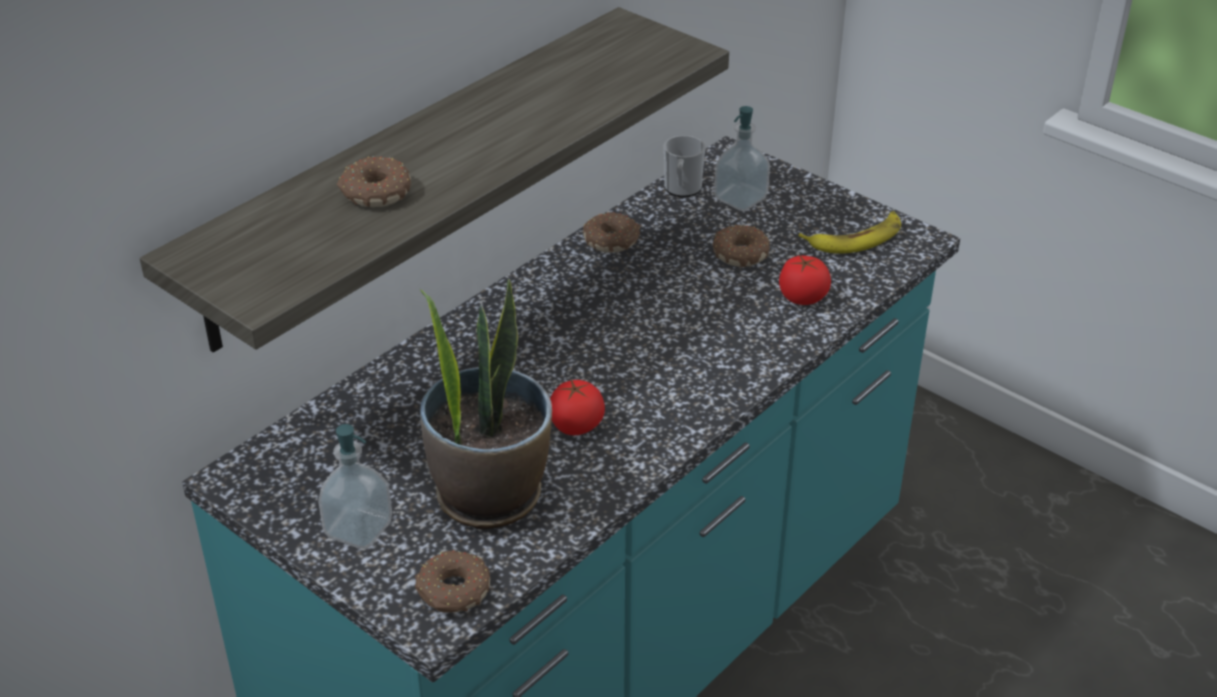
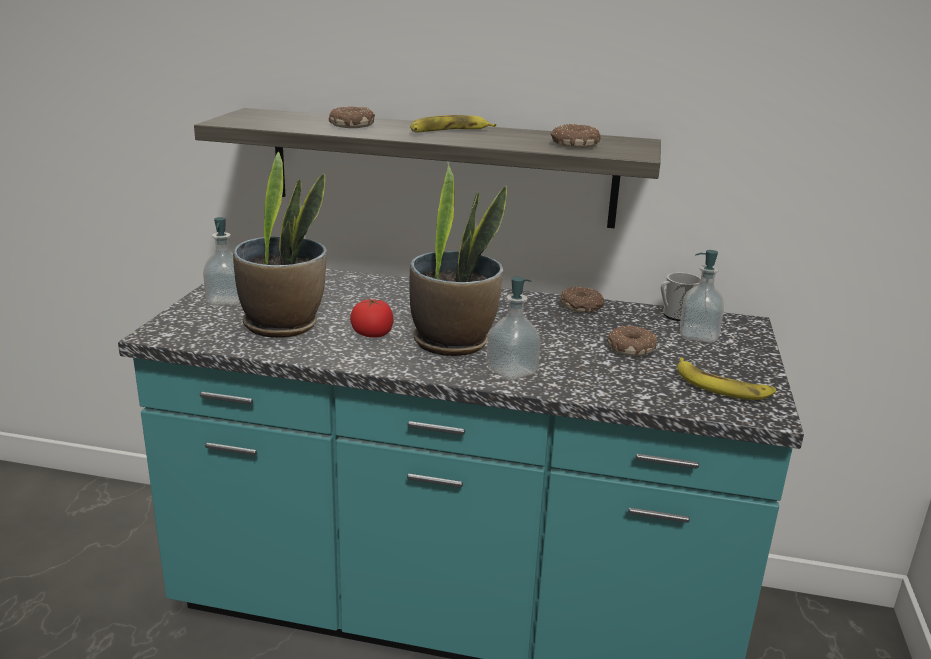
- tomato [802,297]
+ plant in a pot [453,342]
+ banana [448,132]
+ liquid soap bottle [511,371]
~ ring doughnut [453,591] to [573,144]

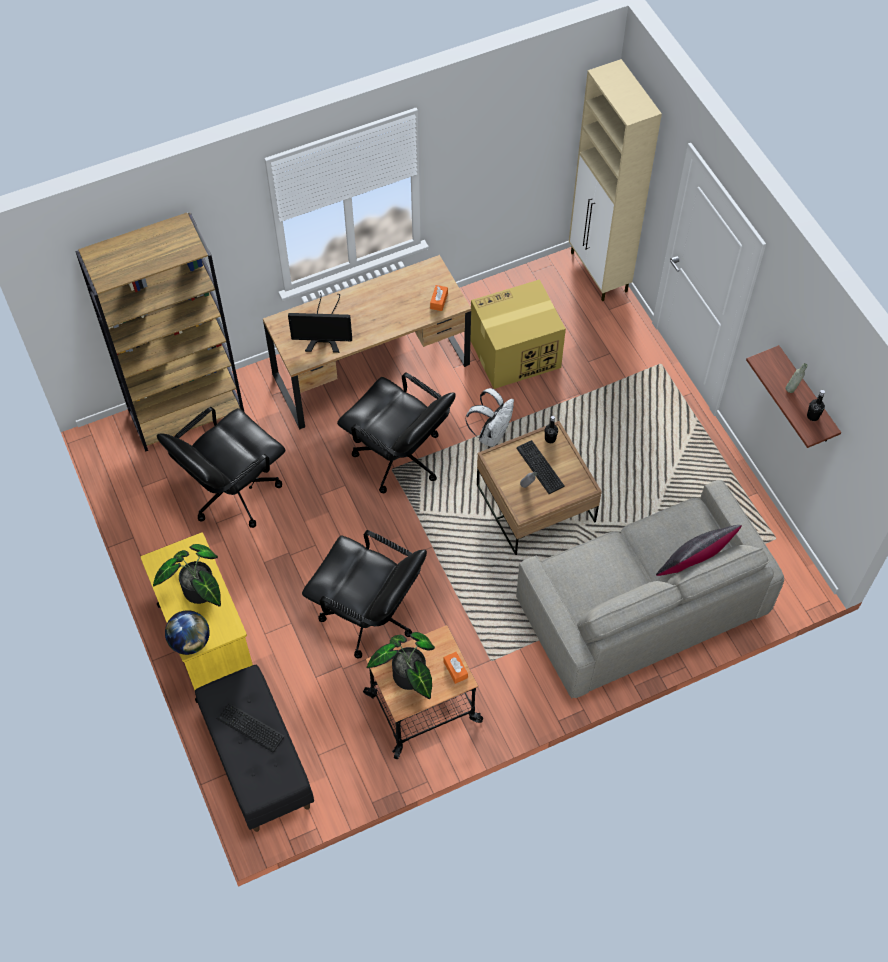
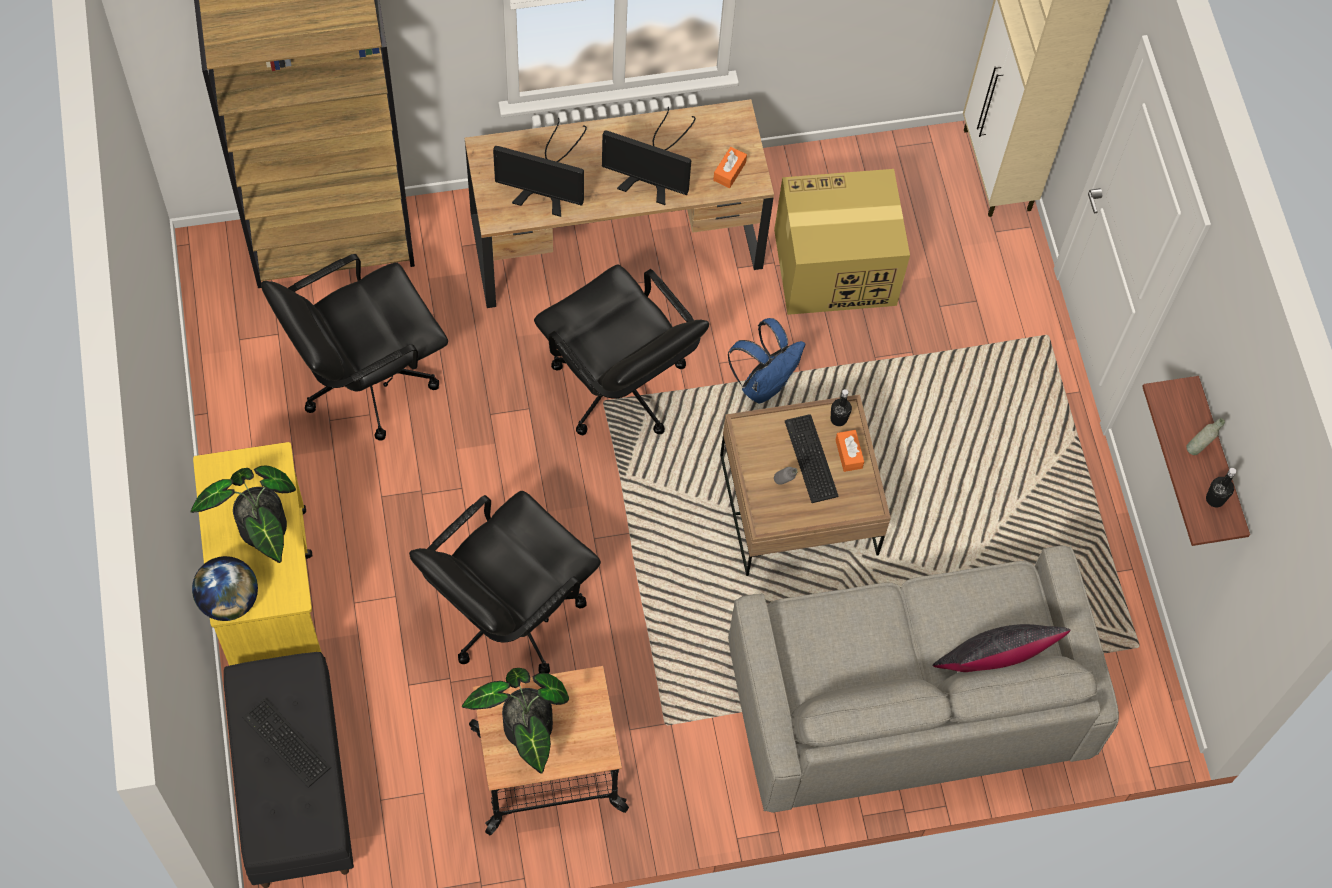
+ computer screen [652,172]
~ box of tissues (orange) [455,670] to [848,454]
~ knapsack (white-coloured) [491,434] to knapsack (bluish) [764,383]
~ computer chair (blackish) [369,616] = [509,614] 90 degrees clockwise

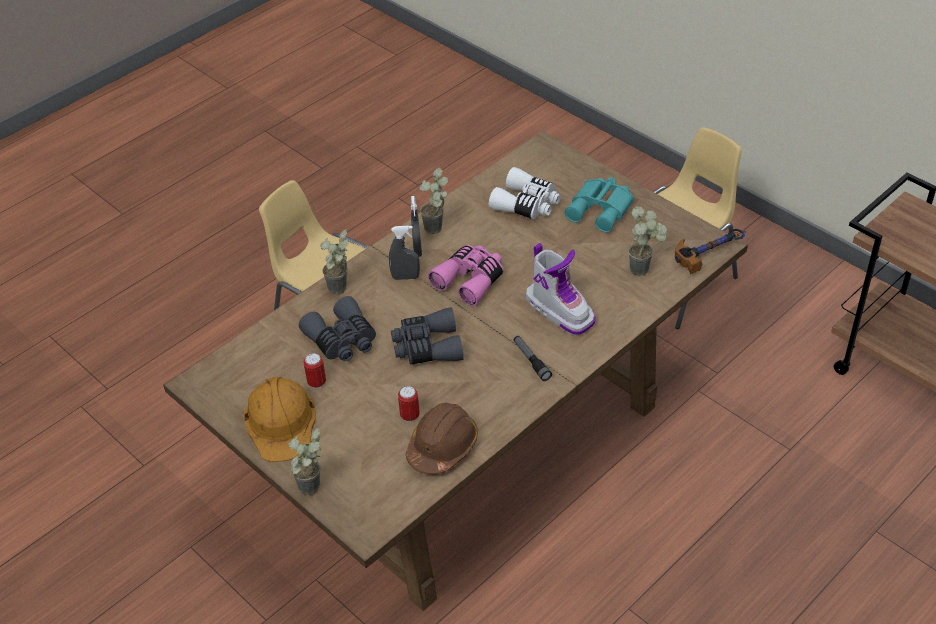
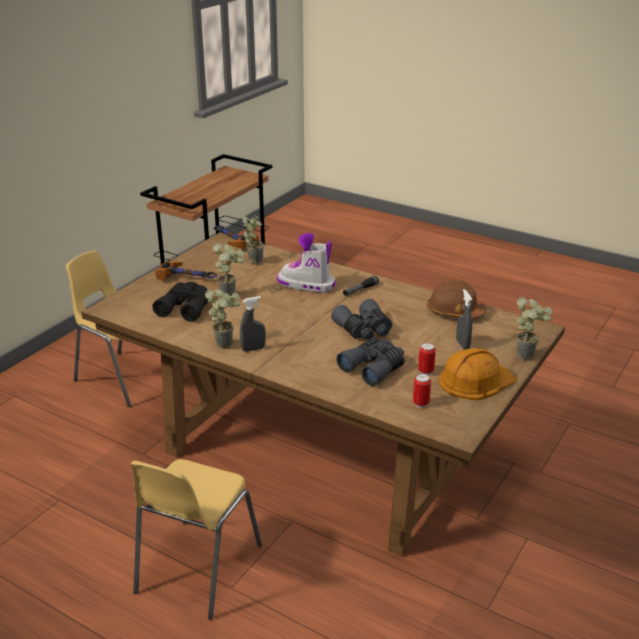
- binoculars (pink-coloured) [470,280]
~ plant in a pot [340,292] to [231,295]
~ sprayer (grey) [405,277] to [462,344]
~ sealed can [410,416] to [420,403]
~ binoculars (turquoise) [601,209] to hammer [189,279]
~ binoculars (white-coloured) [527,204] to binoculars (blackish) [186,308]
~ high-top boot [560,310] = [306,284] 105 degrees counterclockwise

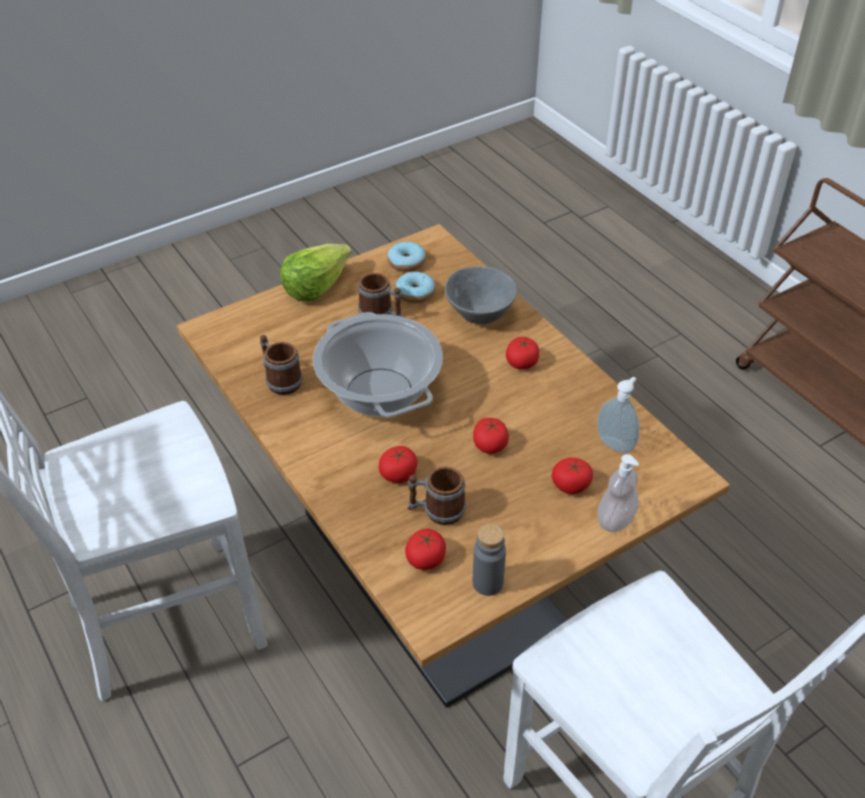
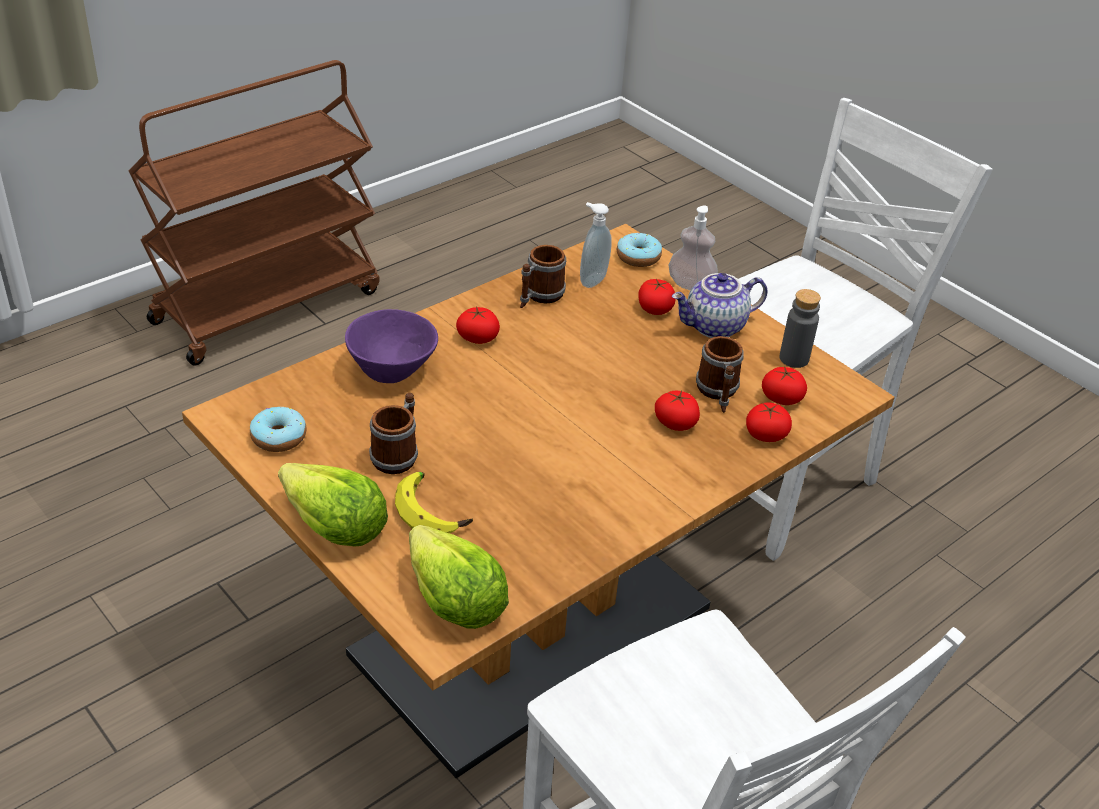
- cooking pot [380,393]
+ banana [433,510]
+ head of lettuce [453,600]
+ teapot [715,327]
~ coffee mug [280,380] to [539,297]
~ ring doughnut [415,293] to [638,257]
~ tomato [490,445] to [765,434]
~ bowl (grey) [478,315] to bowl (purplish) [394,371]

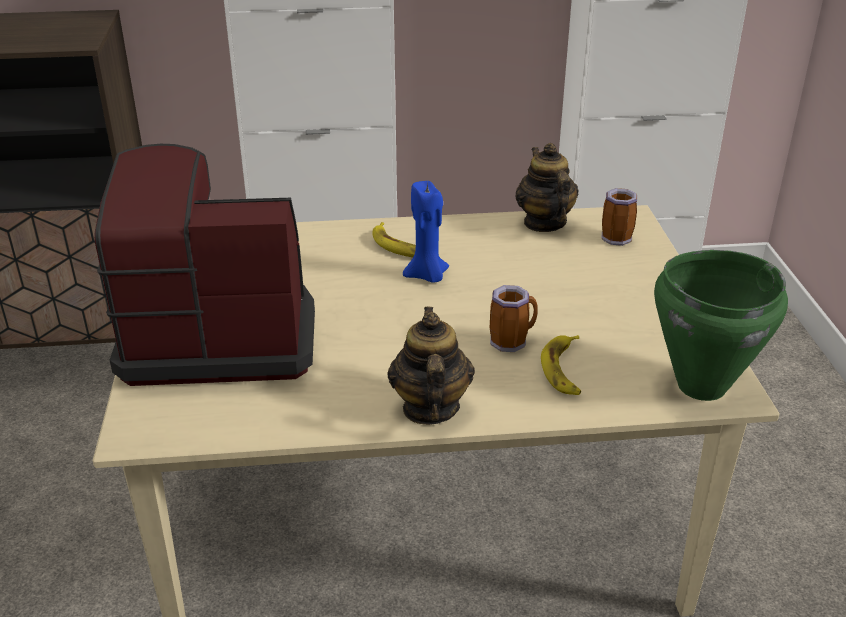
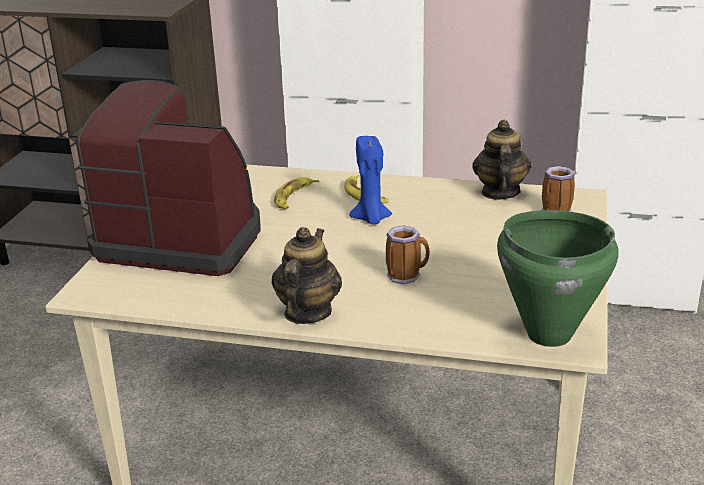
~ banana [564,370] to [294,197]

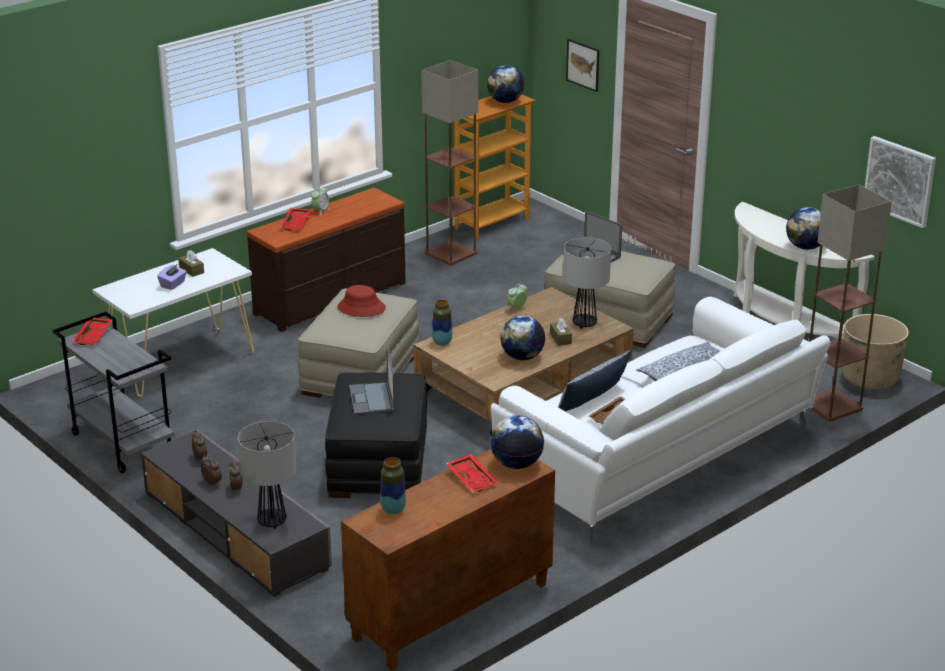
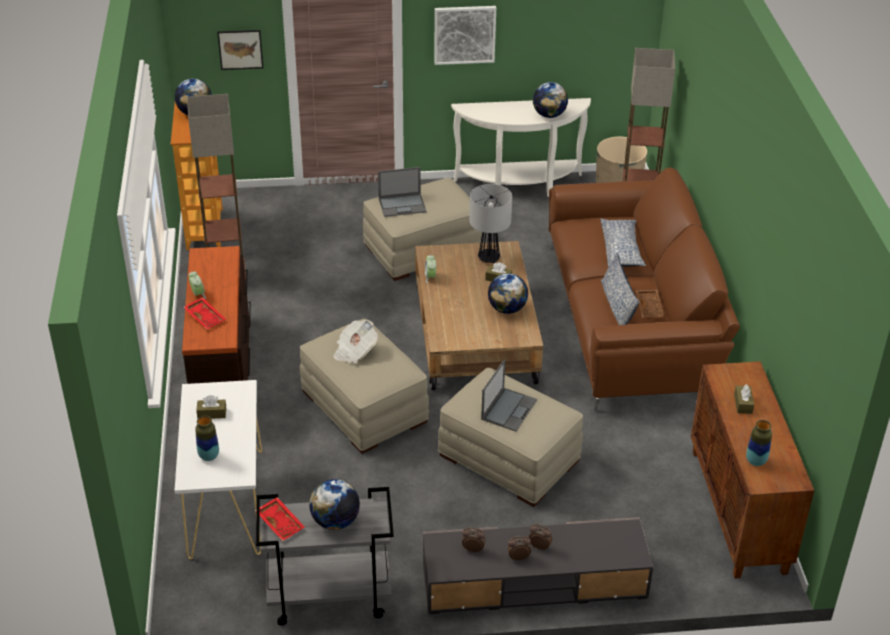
- box of tissues (purplish) [173,284]
- tabletop lamp [272,521]
~ decorative vase [442,342] to [209,456]
~ globe [516,464] to [335,521]
~ wall art [900,181] to [464,34]
~ wearable hat (reddish) [361,308] to daily paper [354,351]
~ serving tray (reddish) [473,479] to box of tissues (brown) [743,404]
~ pouffe (blackish) [379,463] to pouffe (beige-coloured) [509,458]
~ settee (white-coloured) [659,457] to settee (brown) [630,321]
~ portable computer [372,399] = [509,409] 90 degrees counterclockwise

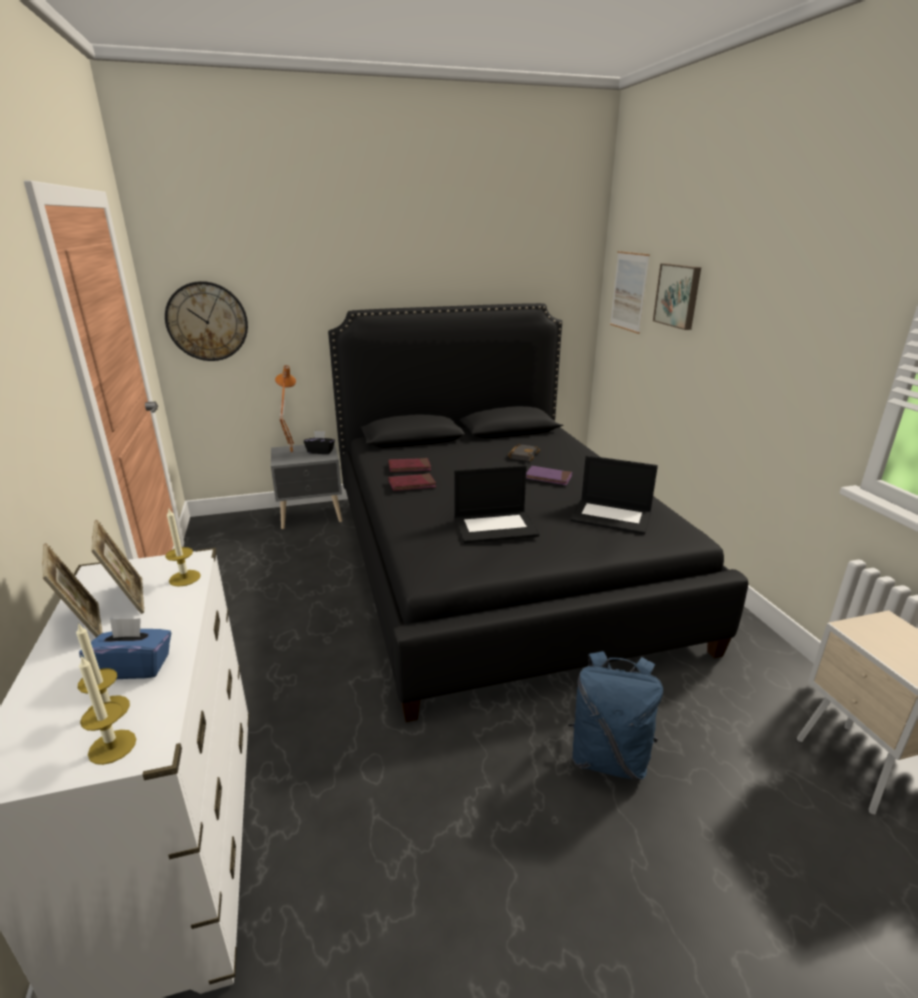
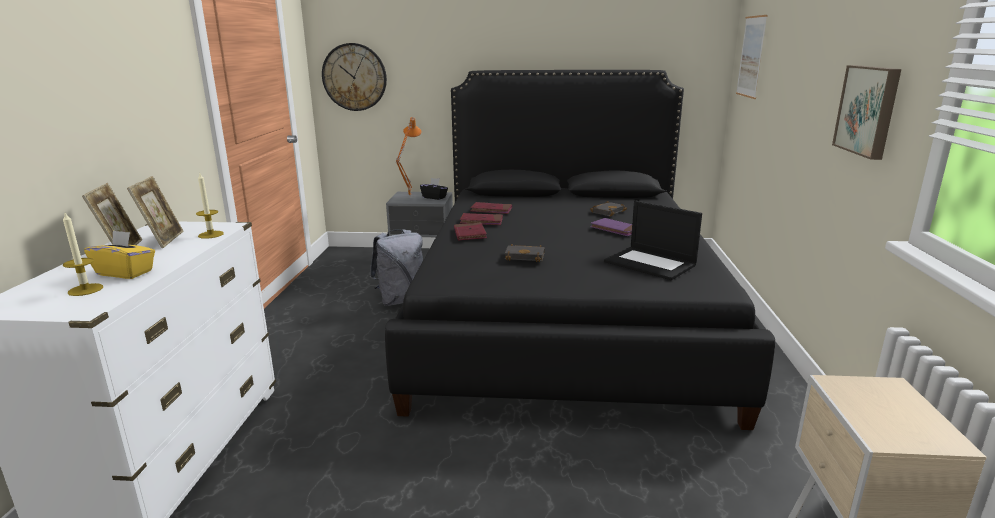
- wax candle [112,746]
- knapsack (bluish) [608,757]
+ knapsack (grey) [401,300]
+ bound book (reddish) [470,234]
~ wall art [678,295] to [869,110]
~ portable computer [496,526] to bound book (blackish) [526,256]
~ box of tissues (bluish) [134,667] to box of tissues (yellowish) [125,272]

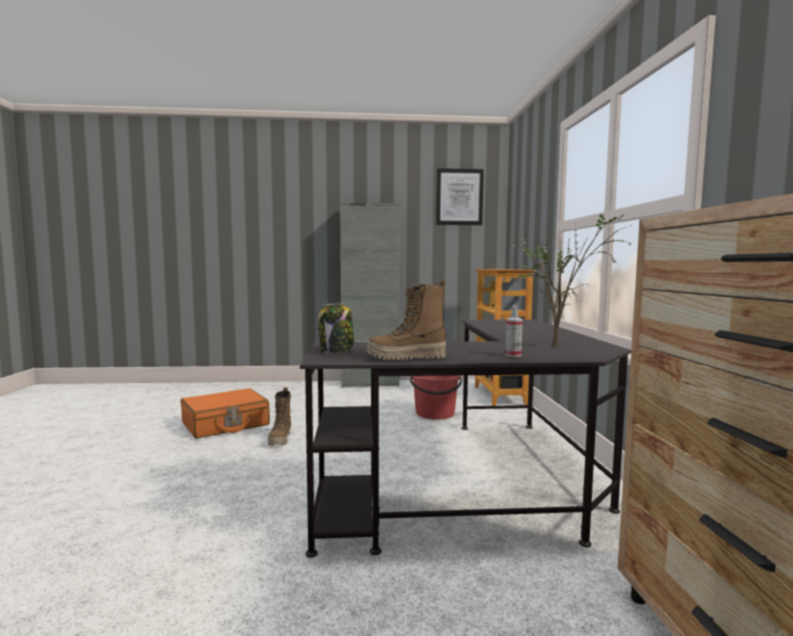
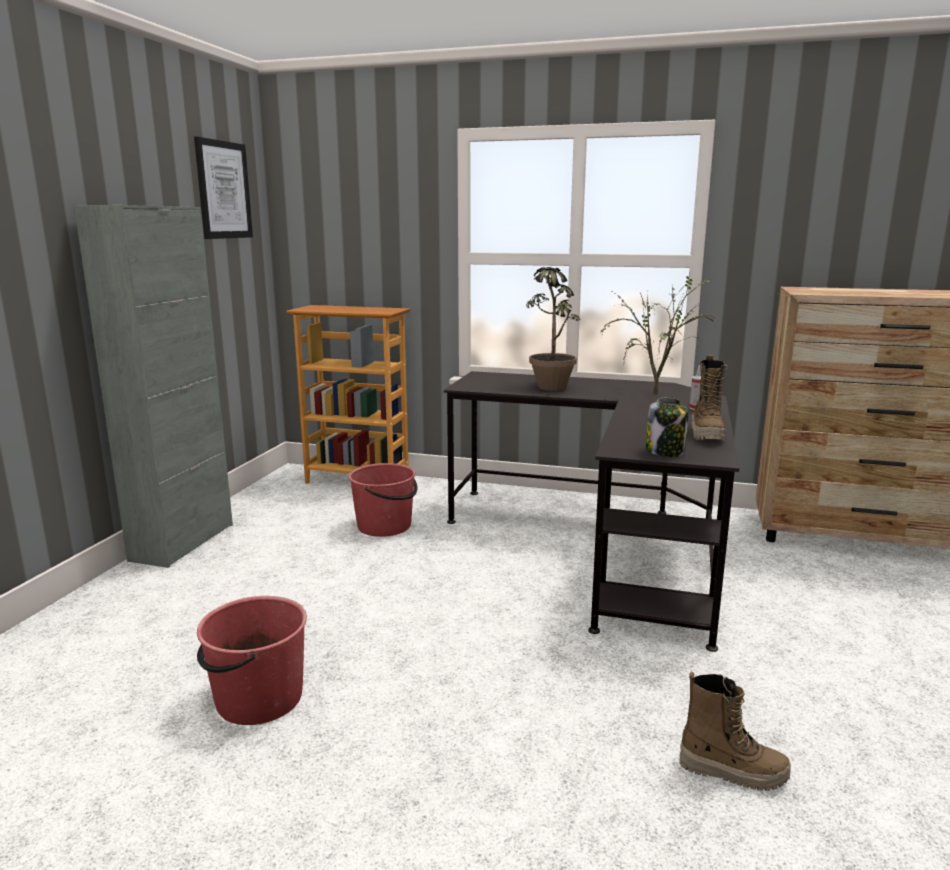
+ plant in a pot [549,385]
~ high-top boot [280,439] to [732,771]
~ piece of luggage (orange) [225,424] to pail (reddish) [258,699]

